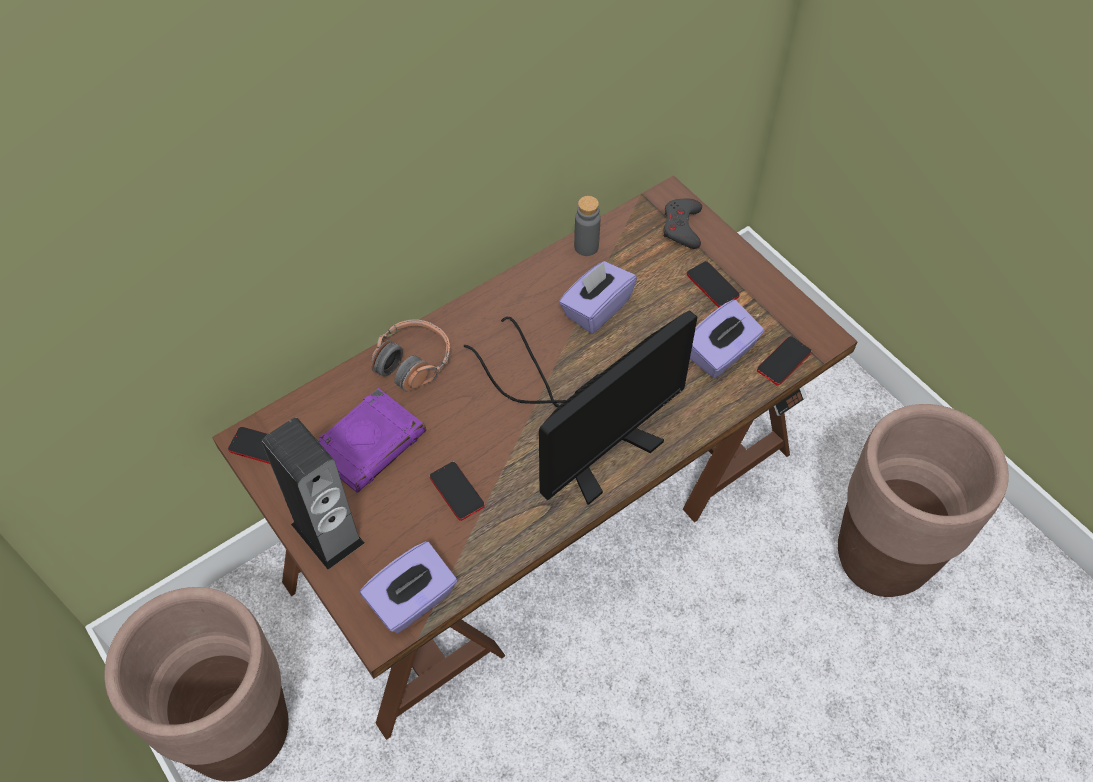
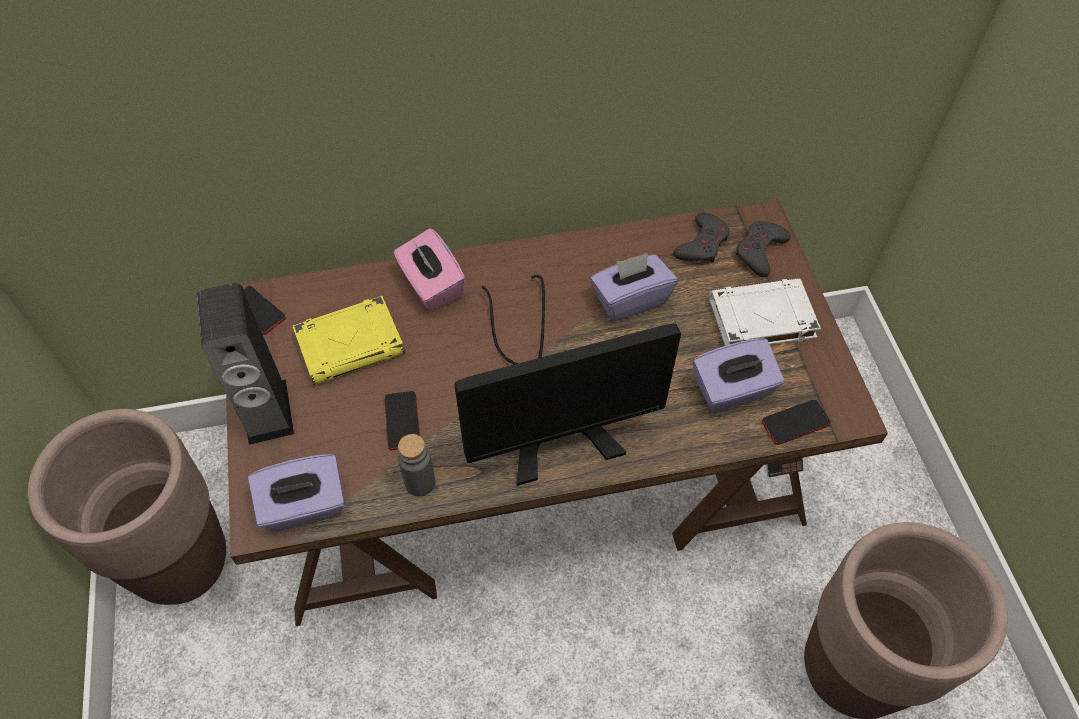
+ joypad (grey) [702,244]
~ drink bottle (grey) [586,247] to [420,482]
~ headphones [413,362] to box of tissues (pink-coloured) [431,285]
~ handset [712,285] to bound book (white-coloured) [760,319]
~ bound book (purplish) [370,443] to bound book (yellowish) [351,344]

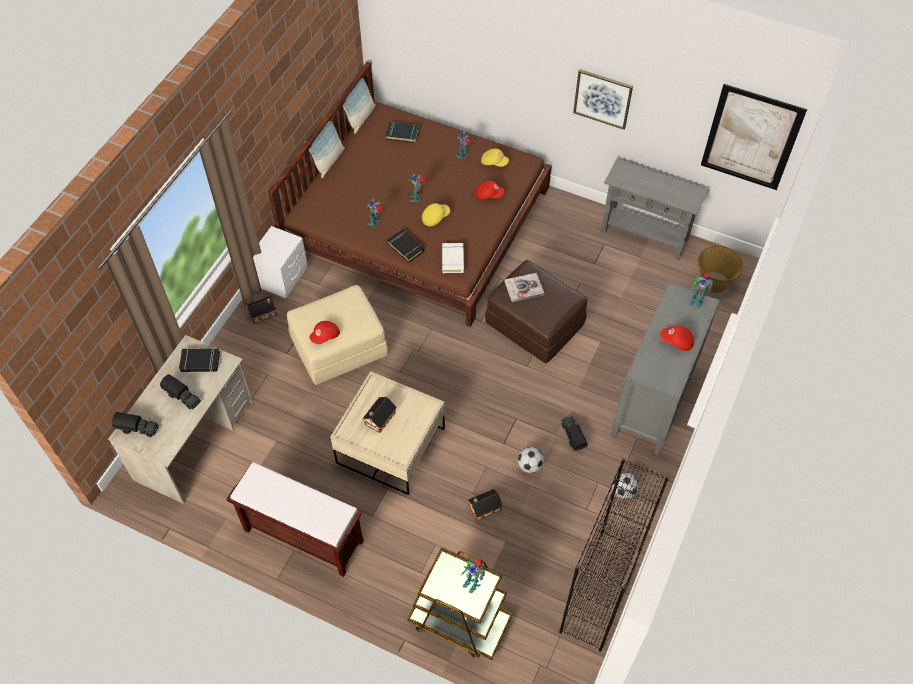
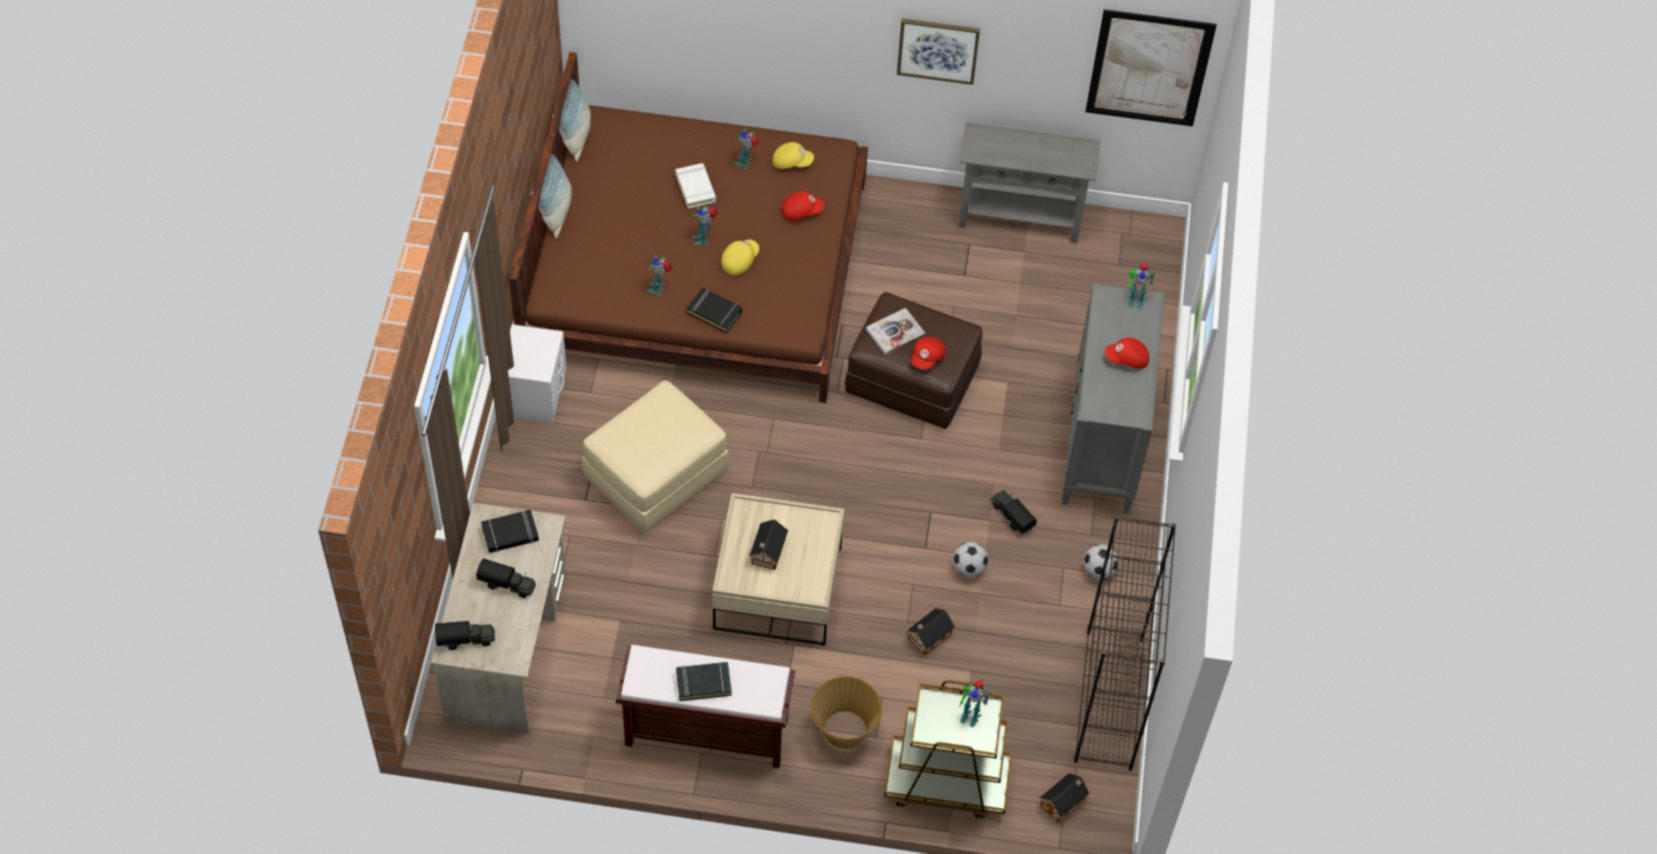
~ miniature house [263,313] to [1064,802]
~ baseball cap (reddish) [325,336] to [928,358]
~ bound book (blackish) [402,134] to [703,683]
~ bound book (white-coloured) [453,260] to [695,188]
~ household basket [713,282] to [844,730]

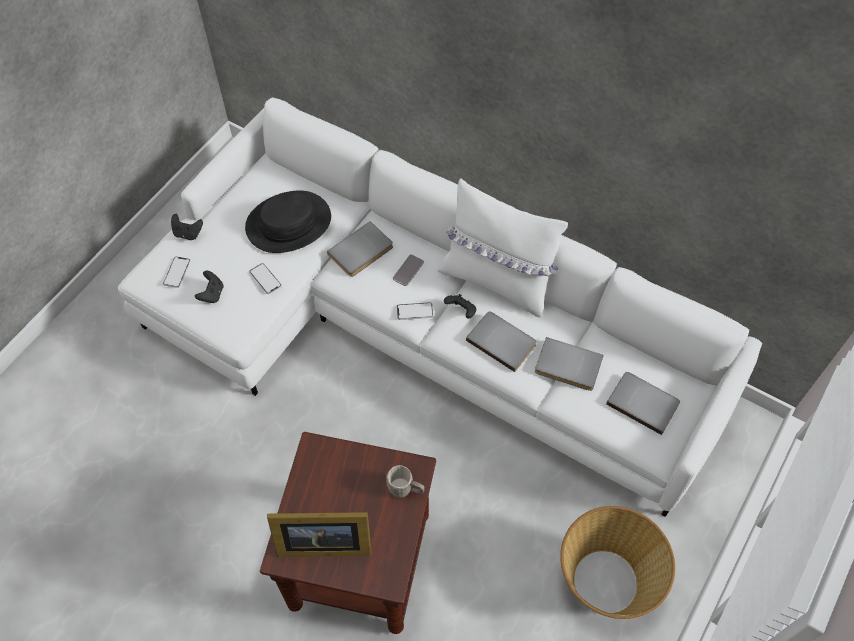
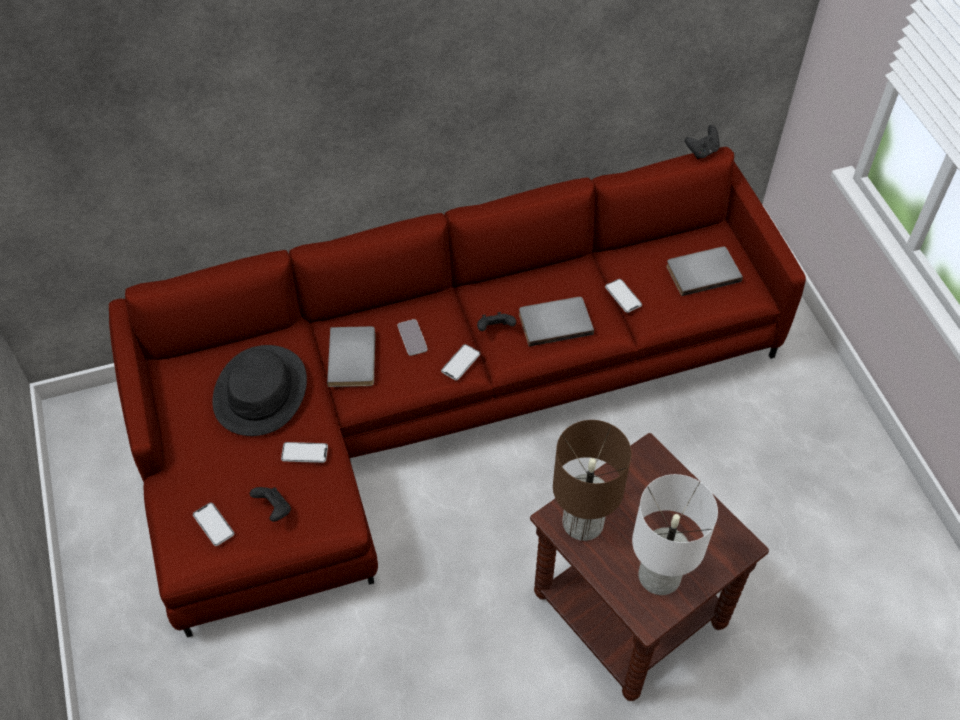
- coffee mug (grey) [405,489]
- pillow (white-coloured) [497,281]
- household basket [604,583]
+ tabletop lamp (brown) [582,521]
~ joypad (blackish) [188,233] to [702,151]
~ standing frame [321,542] to tabletop lamp (white-coloured) [659,575]
~ bound book (grey) [567,367] to handset [623,296]
~ settee (white-coloured) [417,329] to settee (reddish) [436,401]

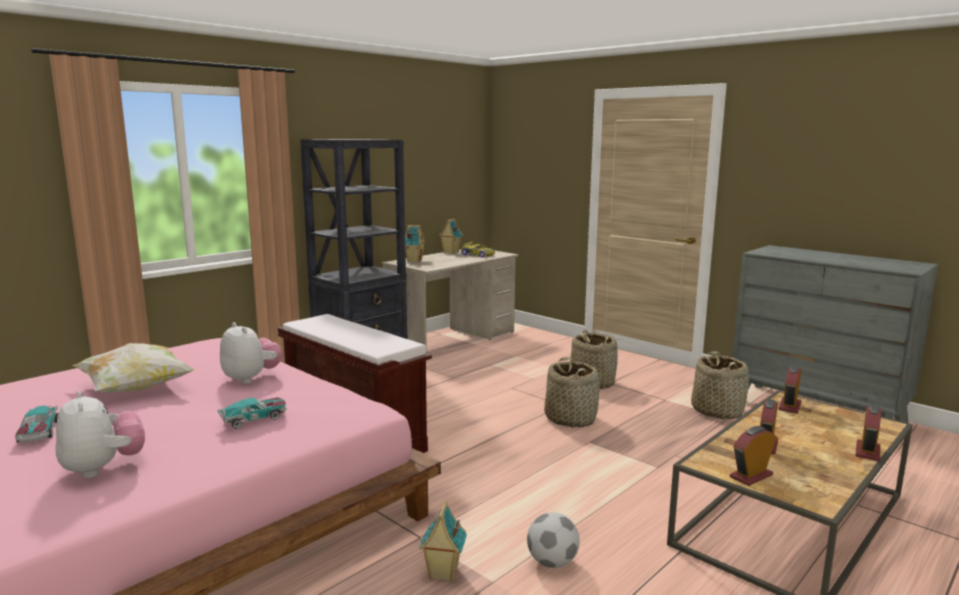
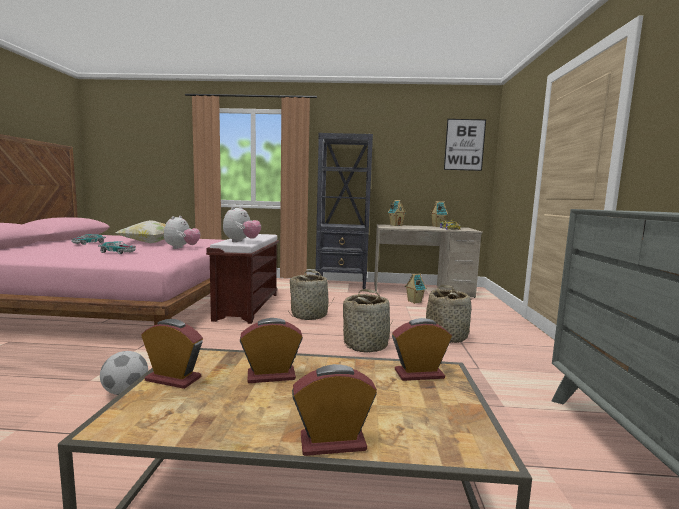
+ wall art [464,145]
~ soft toy [103,468] to [241,241]
~ miniature house [442,573] to [414,302]
~ household basket [717,411] to [309,315]

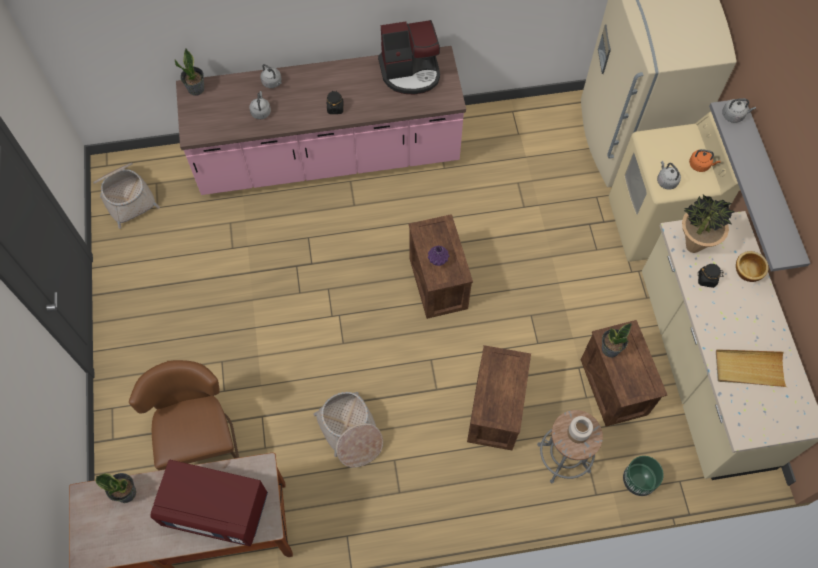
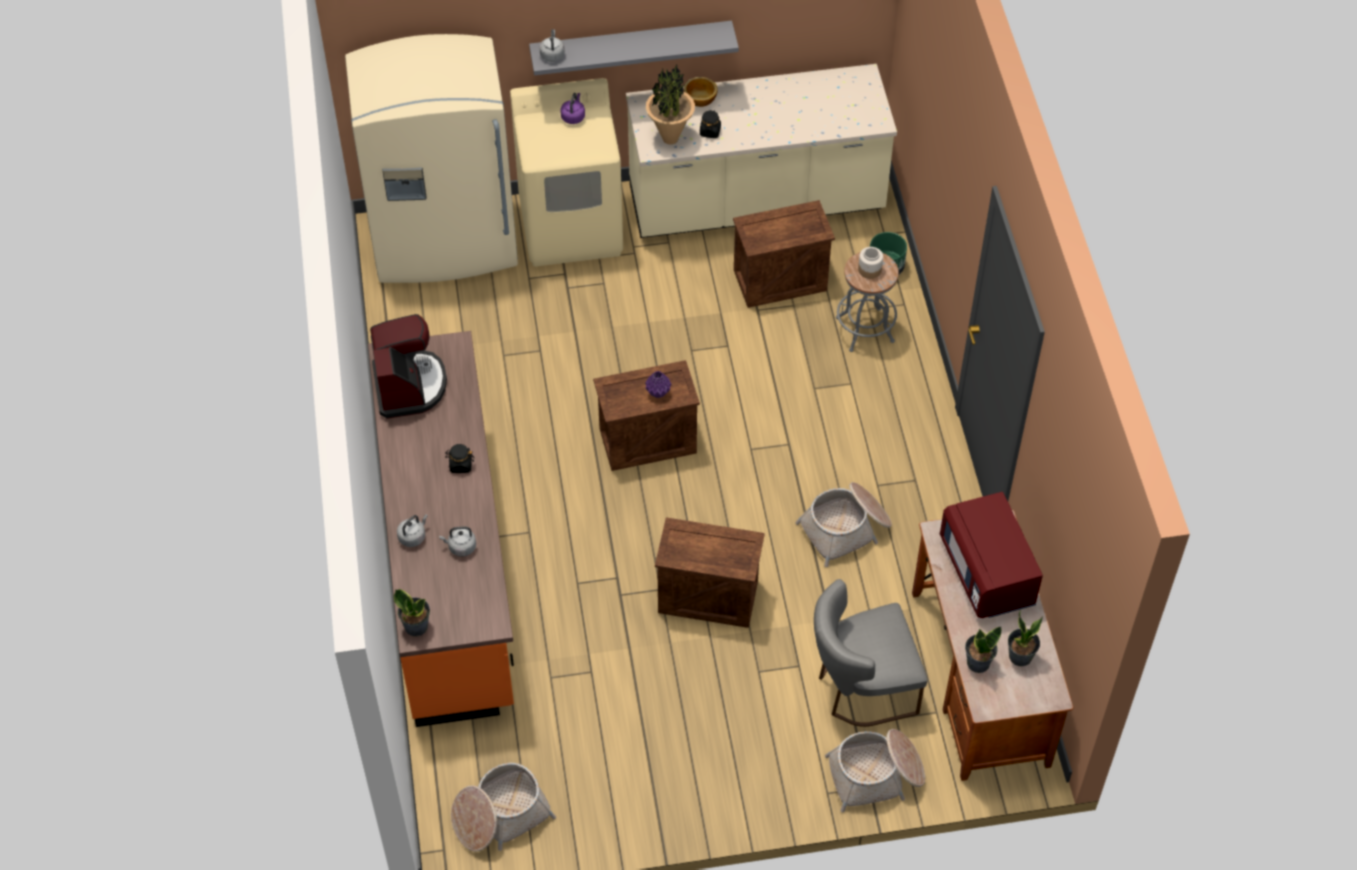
- water kettle (grey) [666,181]
- serving tray (beige-coloured) [749,369]
+ household basket [876,775]
~ crate [494,410] to [707,597]
~ plant in a pot [610,349] to [1020,656]
~ plain chair (brown) [199,436] to plain chair (grey) [860,688]
~ counter (pink-coloured) [328,157] to counter (orange) [449,564]
~ water kettle (orange) [700,165] to water kettle (purplish) [573,116]
~ kitchen microwave (reddish) [216,508] = [987,572] 150 degrees clockwise

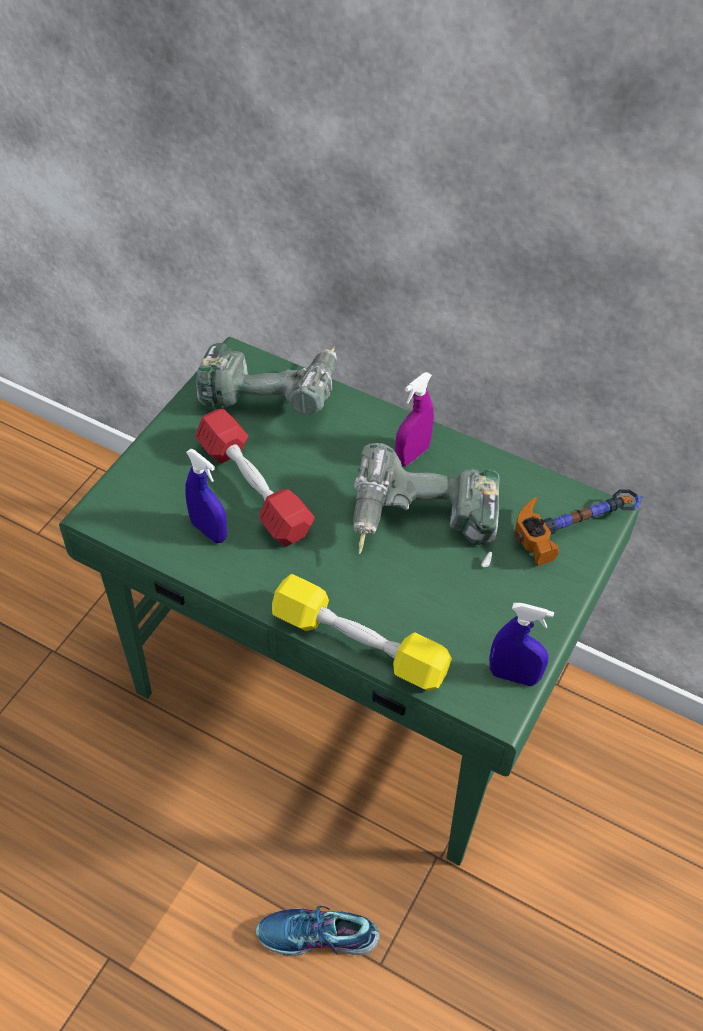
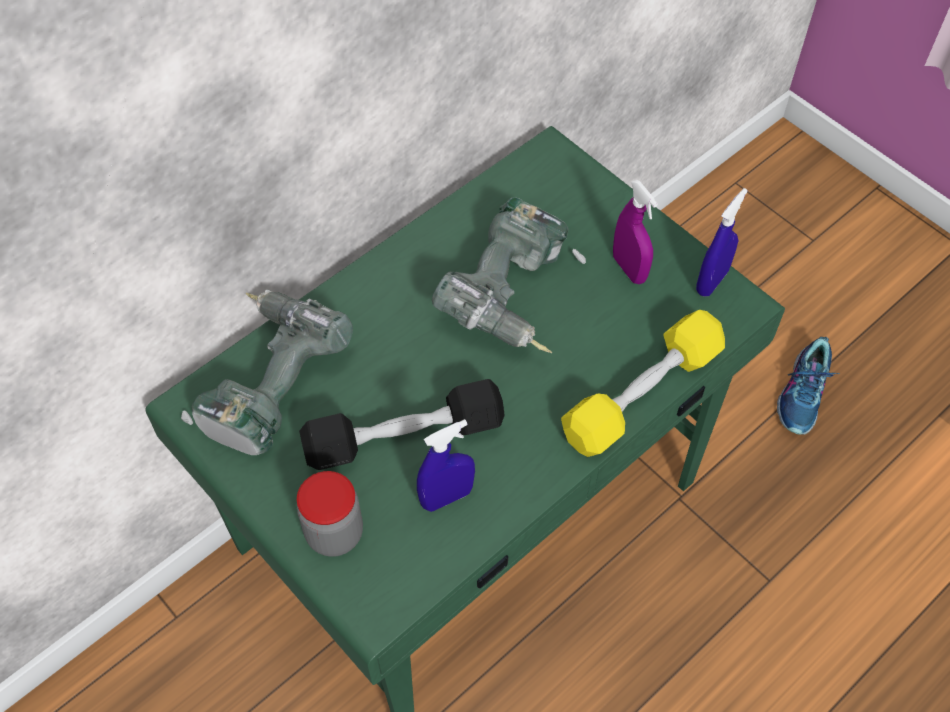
- hammer [576,525]
+ preserve jar [334,533]
~ item of footwear [317,937] to [804,394]
~ sprayer (purplish) [412,455] to [629,269]
~ dumbbell (reddish) [254,489] to dumbbell (blackish) [404,437]

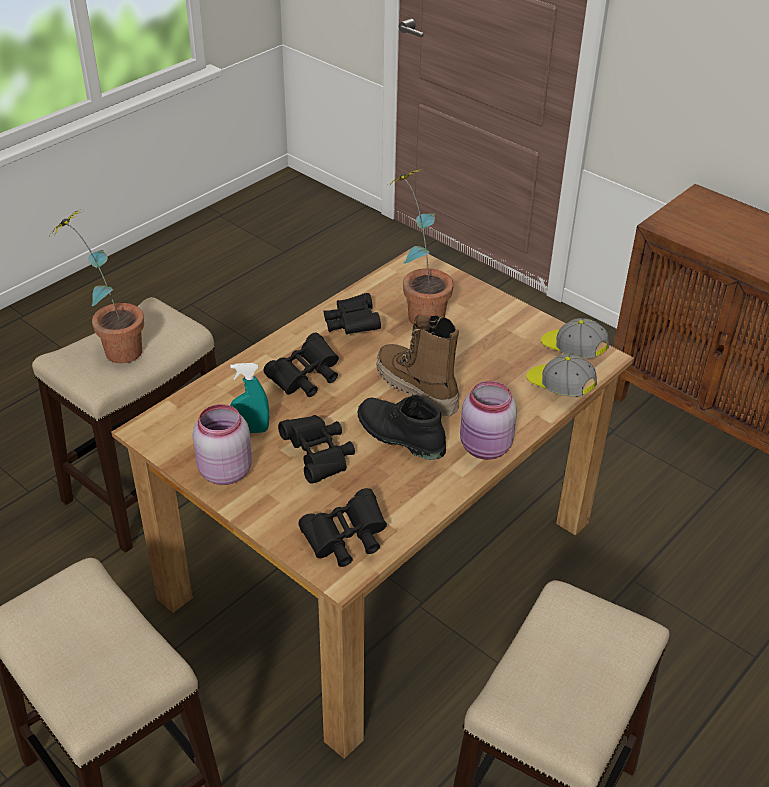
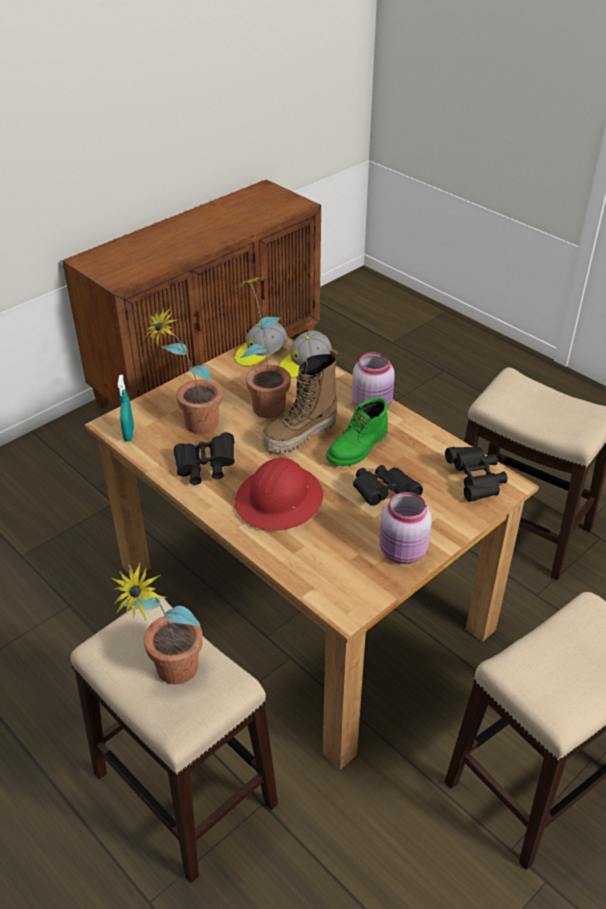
+ plant in a pot [264,402]
~ sprayer (turquoise) [251,430] to [129,434]
~ binoculars (blackish) [305,379] to hard hat (reddish) [279,500]
~ high-top boot (blackish) [399,436] to high-top boot (green-coloured) [358,448]

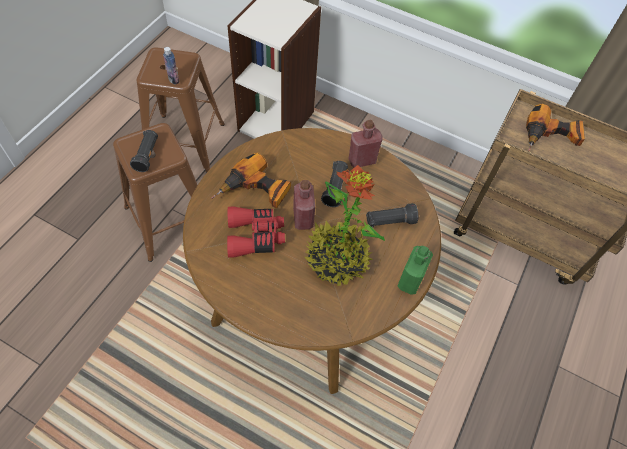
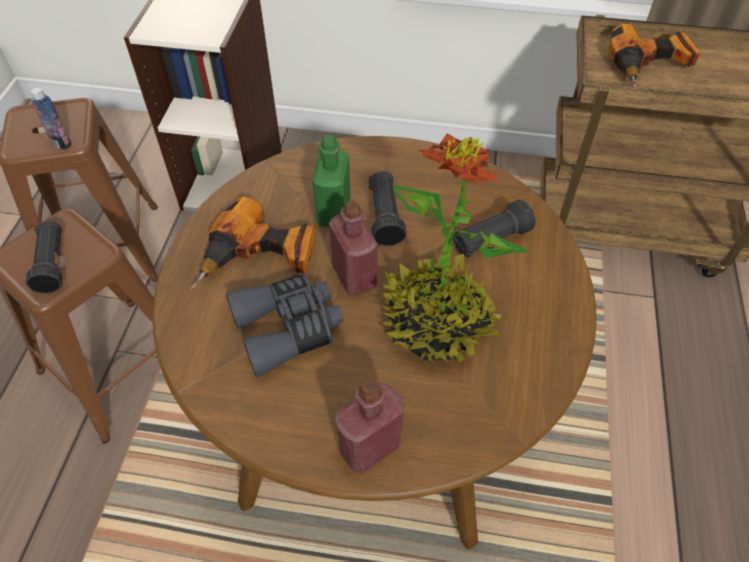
~ drink bottle (reddish) [362,160] to [370,447]
~ drink bottle (green-coloured) [410,280] to [333,212]
~ binoculars (reddish) [255,236] to binoculars (grey) [288,328]

